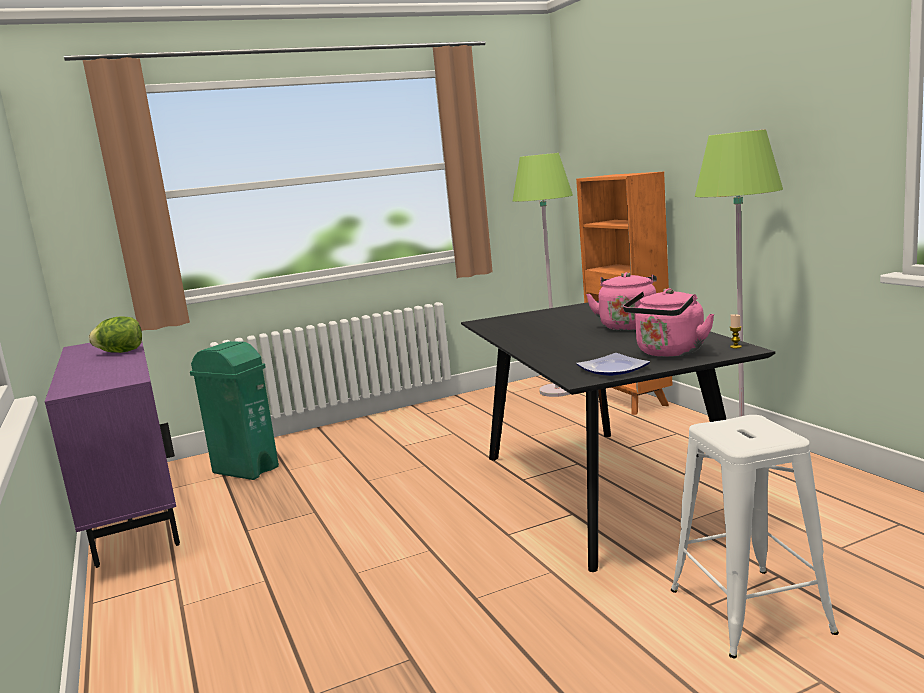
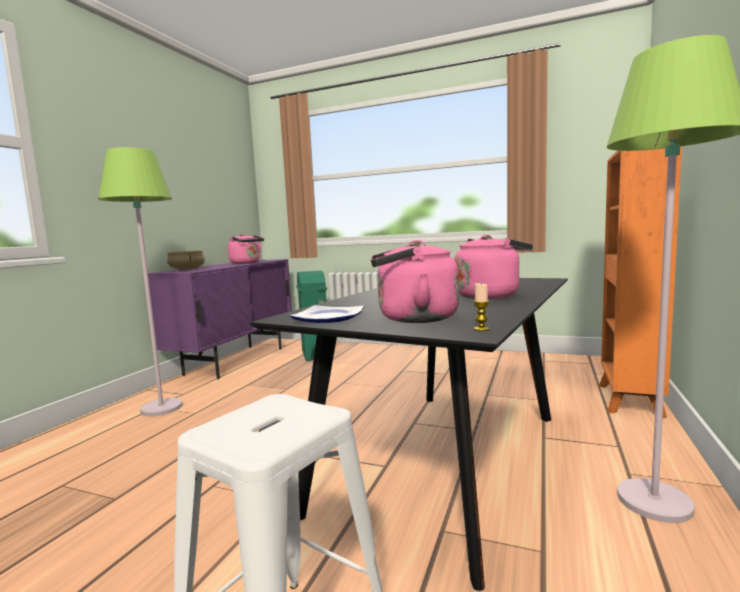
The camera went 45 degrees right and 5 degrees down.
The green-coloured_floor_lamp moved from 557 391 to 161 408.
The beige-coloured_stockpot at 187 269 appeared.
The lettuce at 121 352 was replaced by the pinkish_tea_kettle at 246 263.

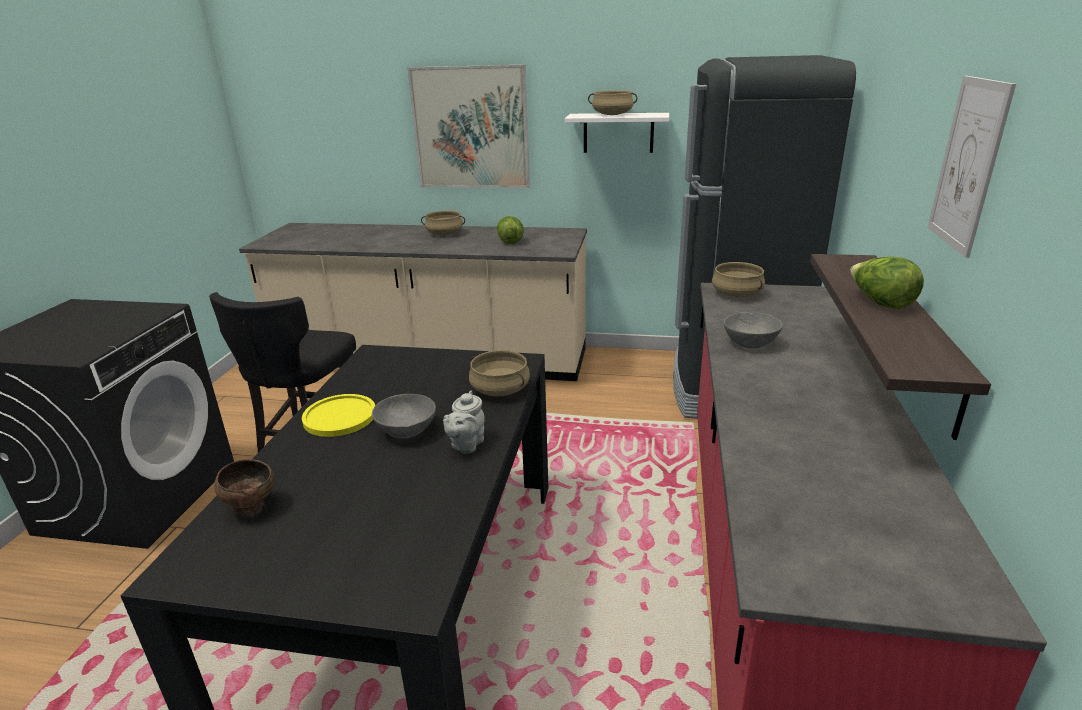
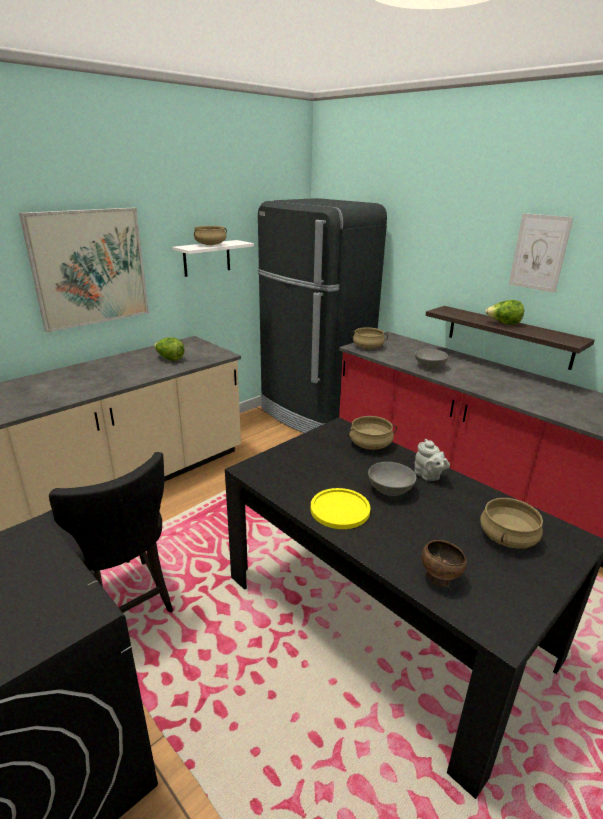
The camera went 55 degrees left and 0 degrees up.
The beige-coloured_stockpot moved from 444 234 to 508 537.

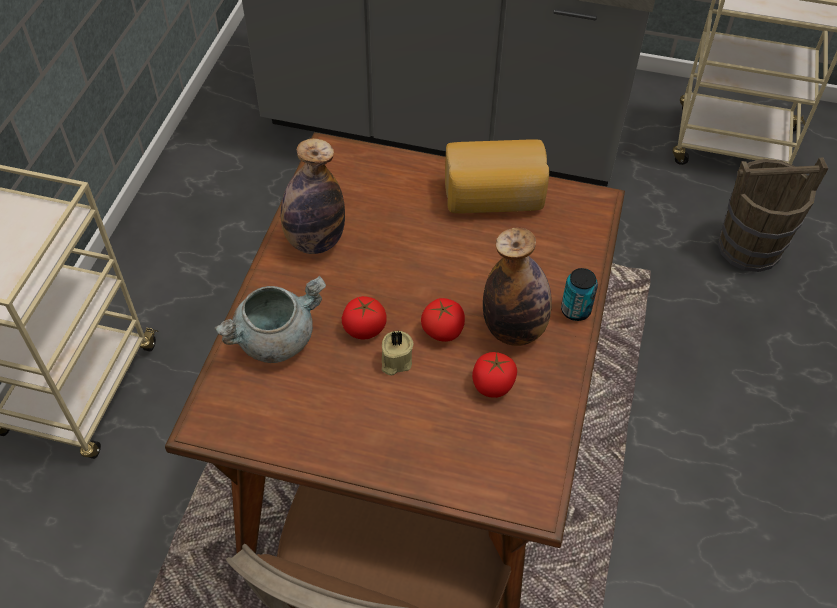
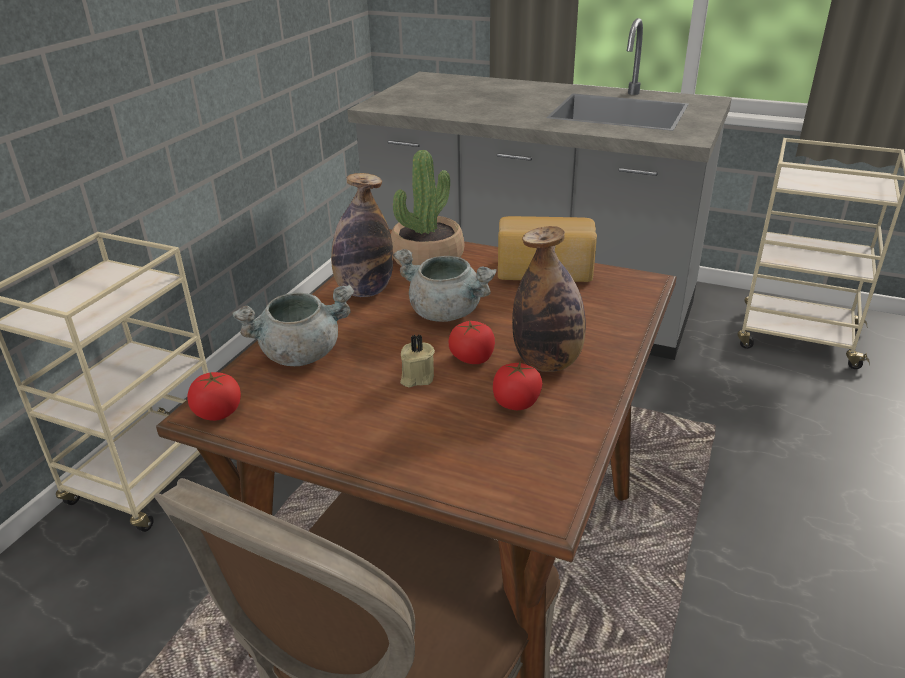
The camera went 10 degrees right and 20 degrees down.
The fresh_tomato moved from 364 328 to 218 412.
The houseplant at 427 257 appeared.
The grey_stockpot at 446 312 appeared.
The sealed_can at 575 310 disappeared.
The brown_water_bucket at 750 248 disappeared.

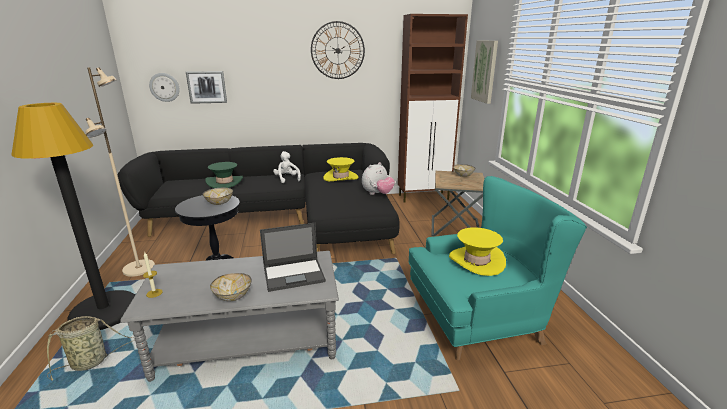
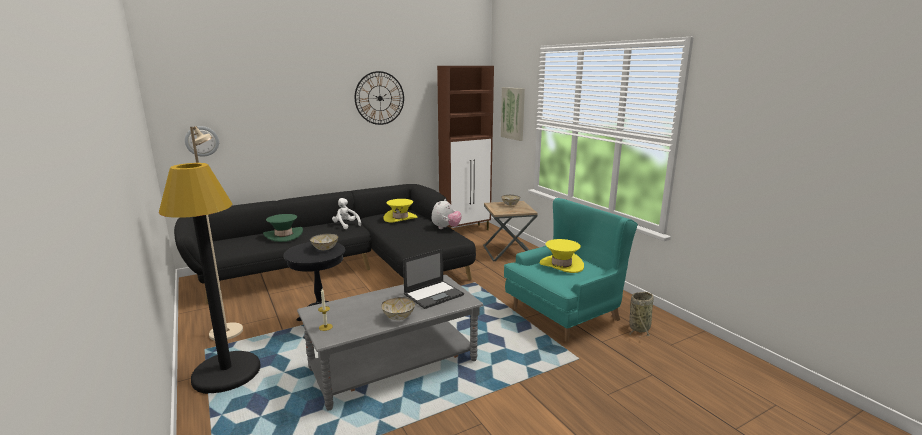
The camera went 20 degrees left and 5 degrees down.
The basket moved from 92 361 to 639 327.
The picture at 207 87 disappeared.

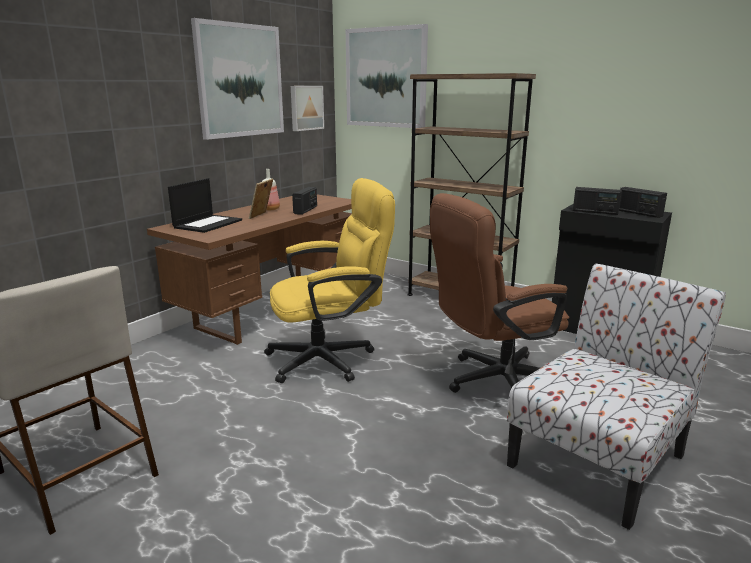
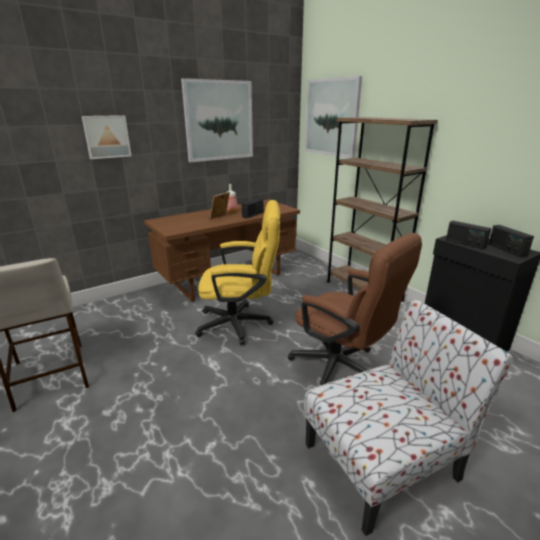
The camera went 20 degrees right and 5 degrees up.
The picture moved from 306 108 to 107 136.
The brown_office_chair at 493 382 turned 135 degrees counterclockwise.
The portable_computer at 208 224 disappeared.

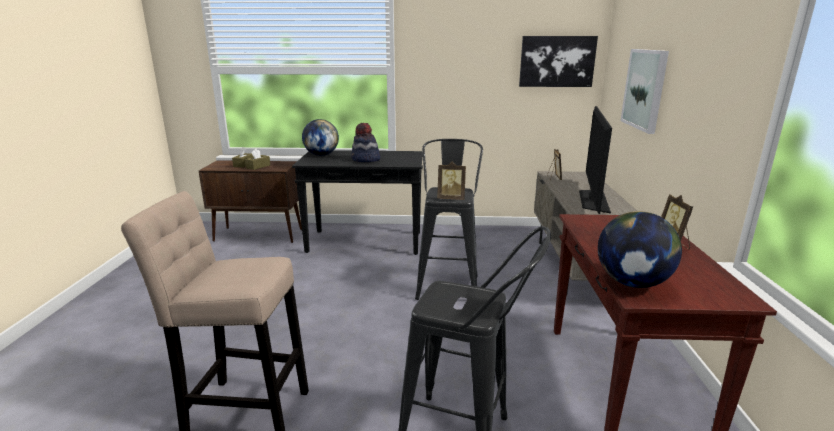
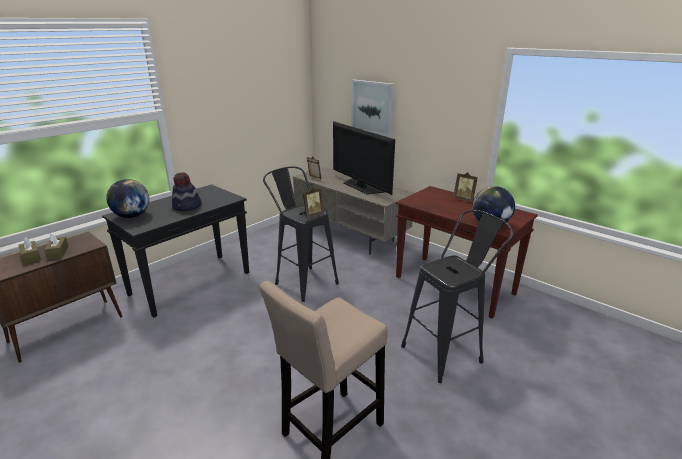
The camera went 50 degrees left and 5 degrees up.
The picture at 557 61 disappeared.

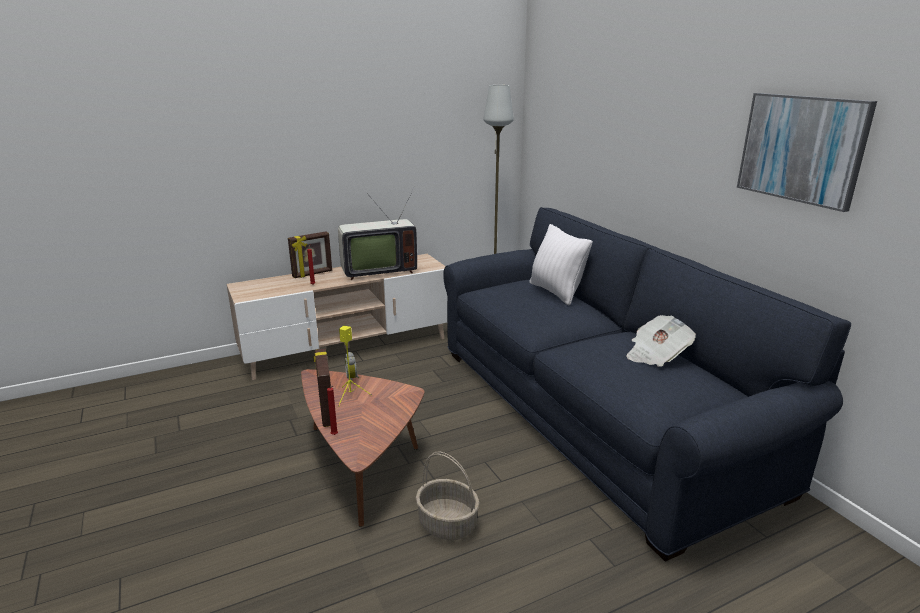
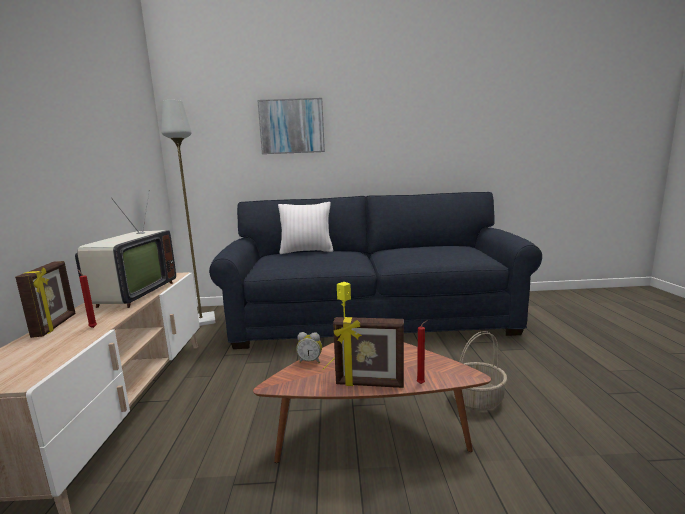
The camera went 65 degrees left and 10 degrees down.
The picture moved from 801 148 to 292 126.
The printed_paper at 656 355 disappeared.

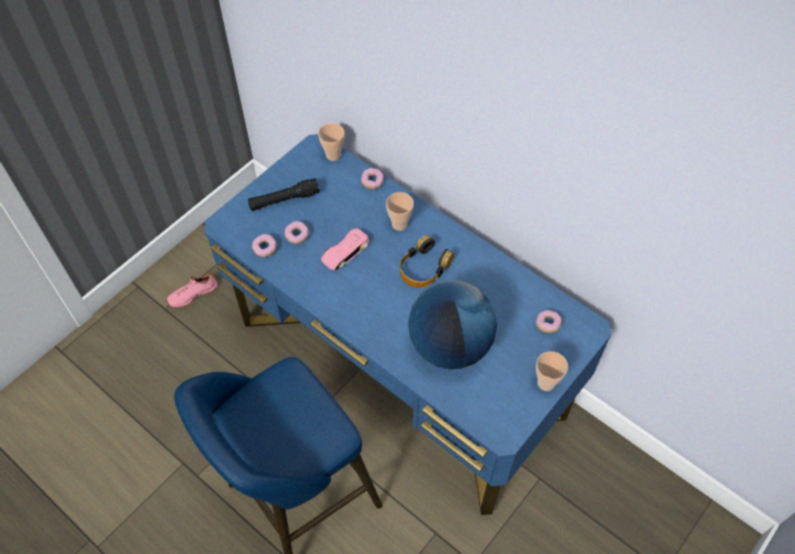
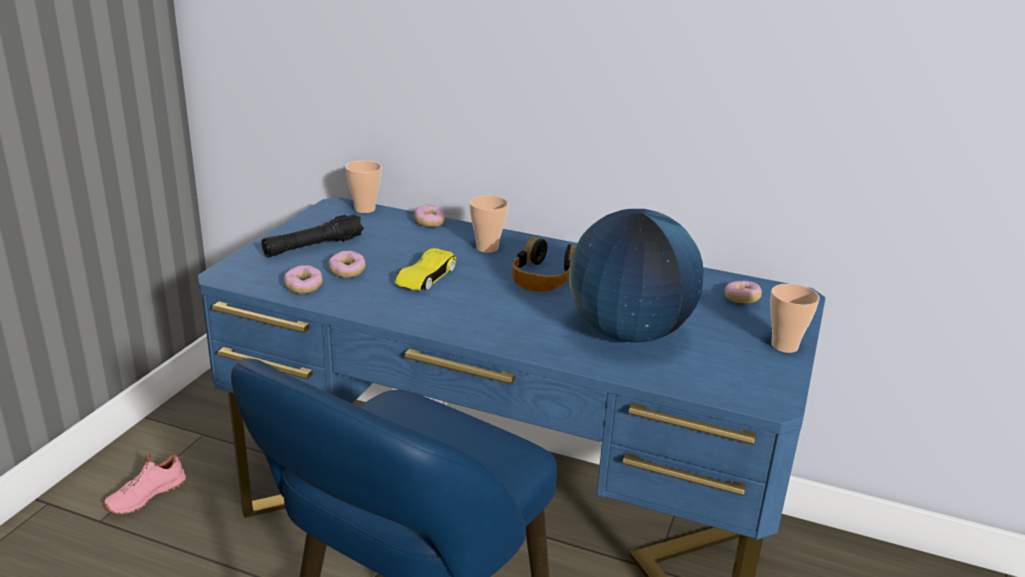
The camera went 20 degrees left and 30 degrees down.
The pinkish_model_car at 345 252 became the yellow_model_car at 425 277.

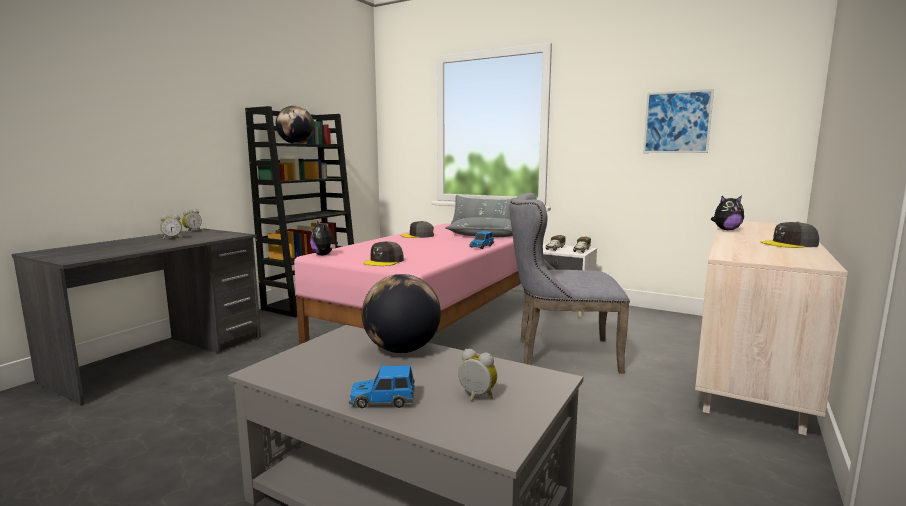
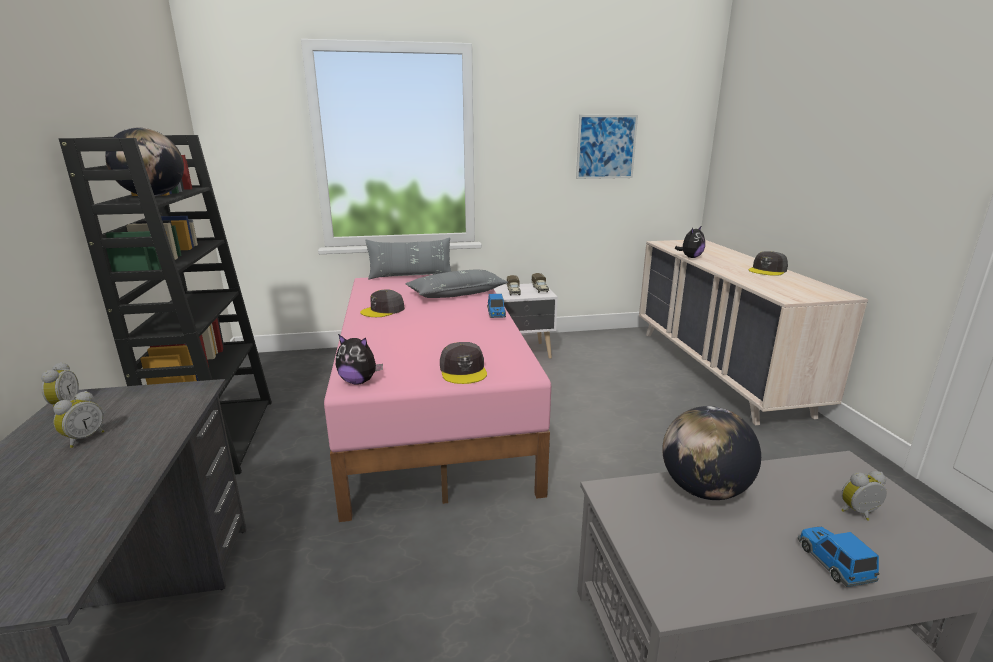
The camera went 40 degrees left and 10 degrees up.
The model_car at 382 401 turned 120 degrees clockwise.
The grey_chair at 560 353 disappeared.

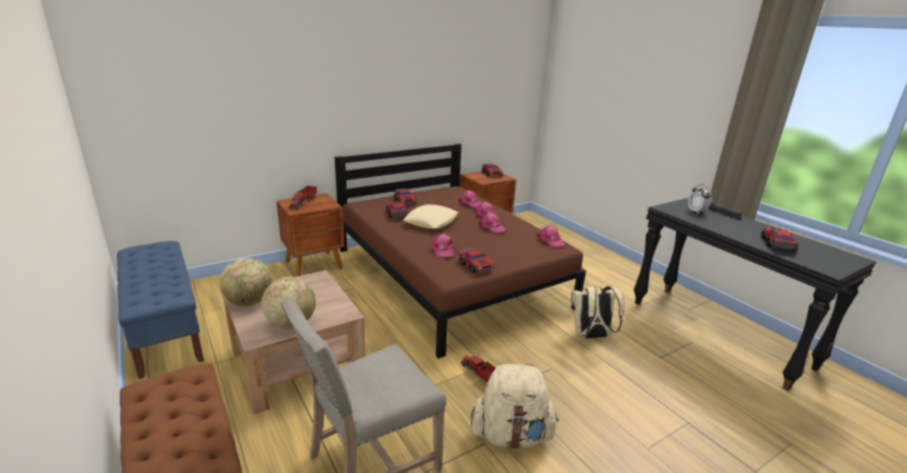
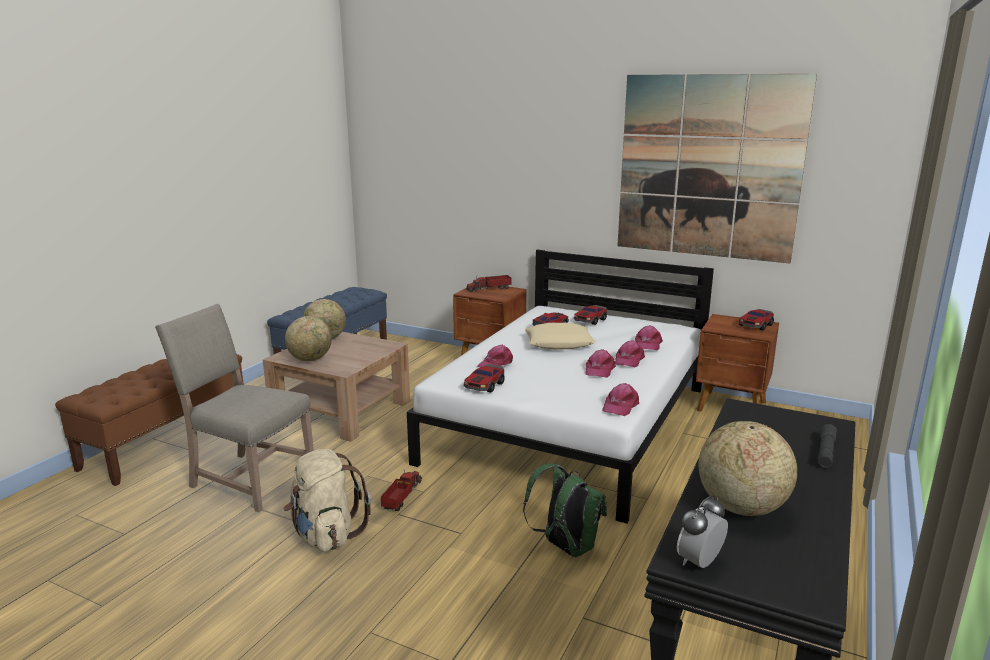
The camera went 60 degrees right and 5 degrees down.
The brown_bed at 449 276 became the white-coloured_bed at 571 424.
The beige-coloured_rucksack at 591 336 became the green-coloured_rucksack at 565 547.
The picture at 708 167 appeared.
The bedside_clock moved from 696 212 to 699 562.
The model_car at 777 244 was replaced by the world_globe at 740 507.

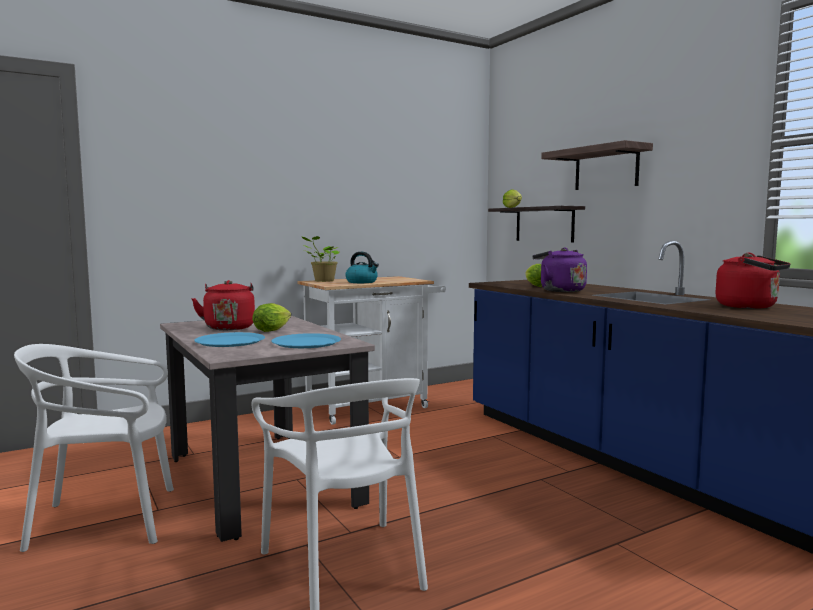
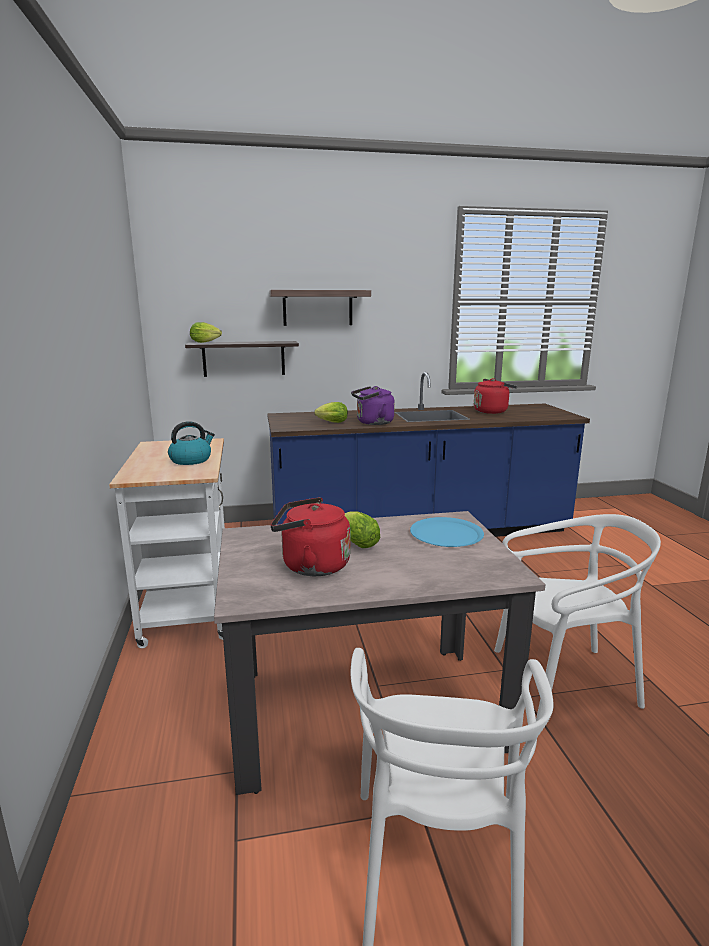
The camera went 70 degrees left and 10 degrees up.
The bluish_plate at 230 341 disappeared.
The houseplant at 322 281 disappeared.

